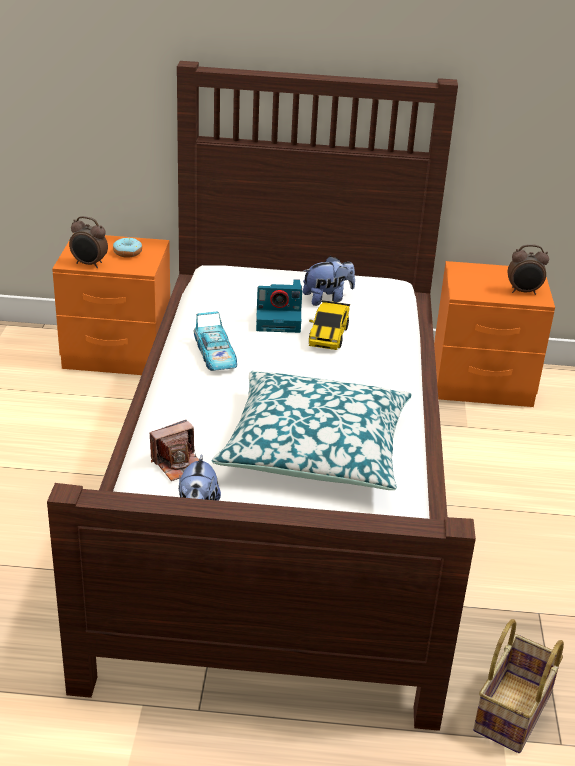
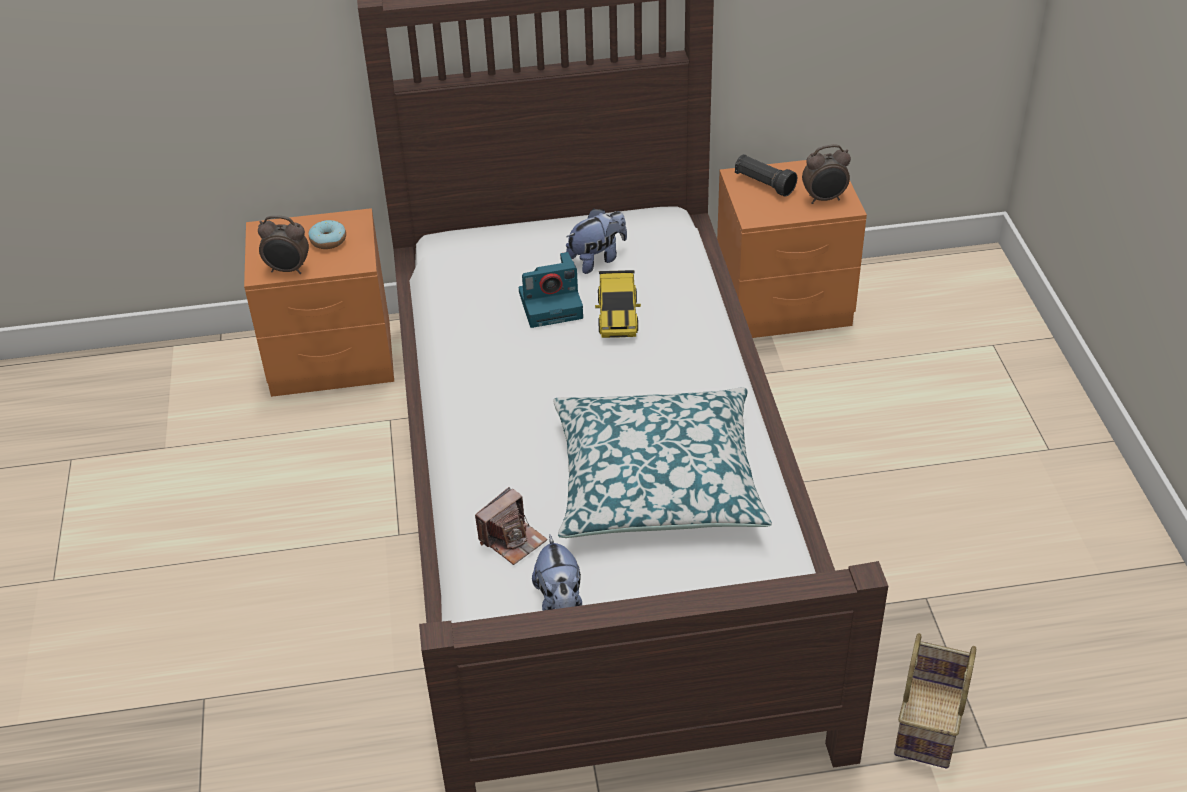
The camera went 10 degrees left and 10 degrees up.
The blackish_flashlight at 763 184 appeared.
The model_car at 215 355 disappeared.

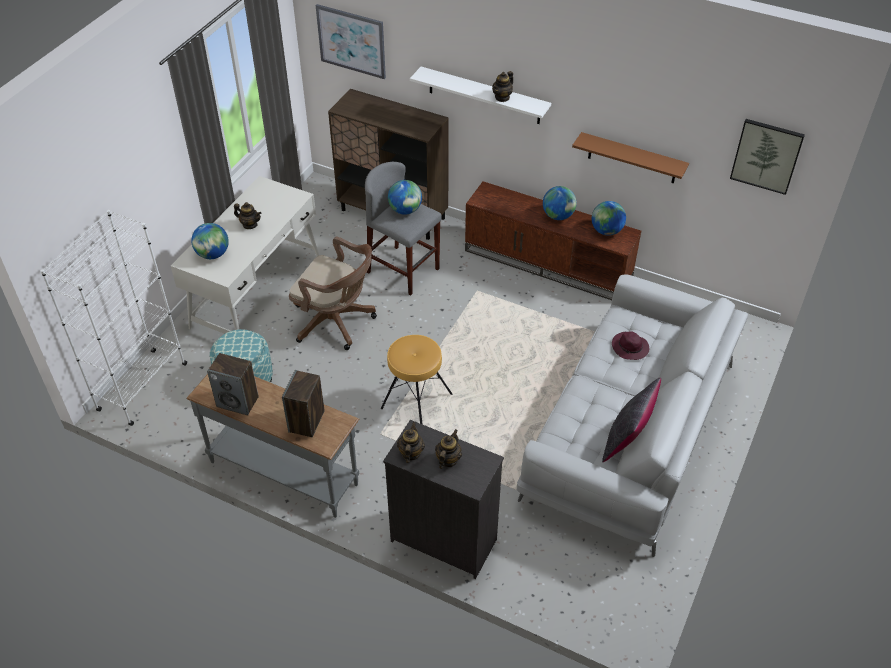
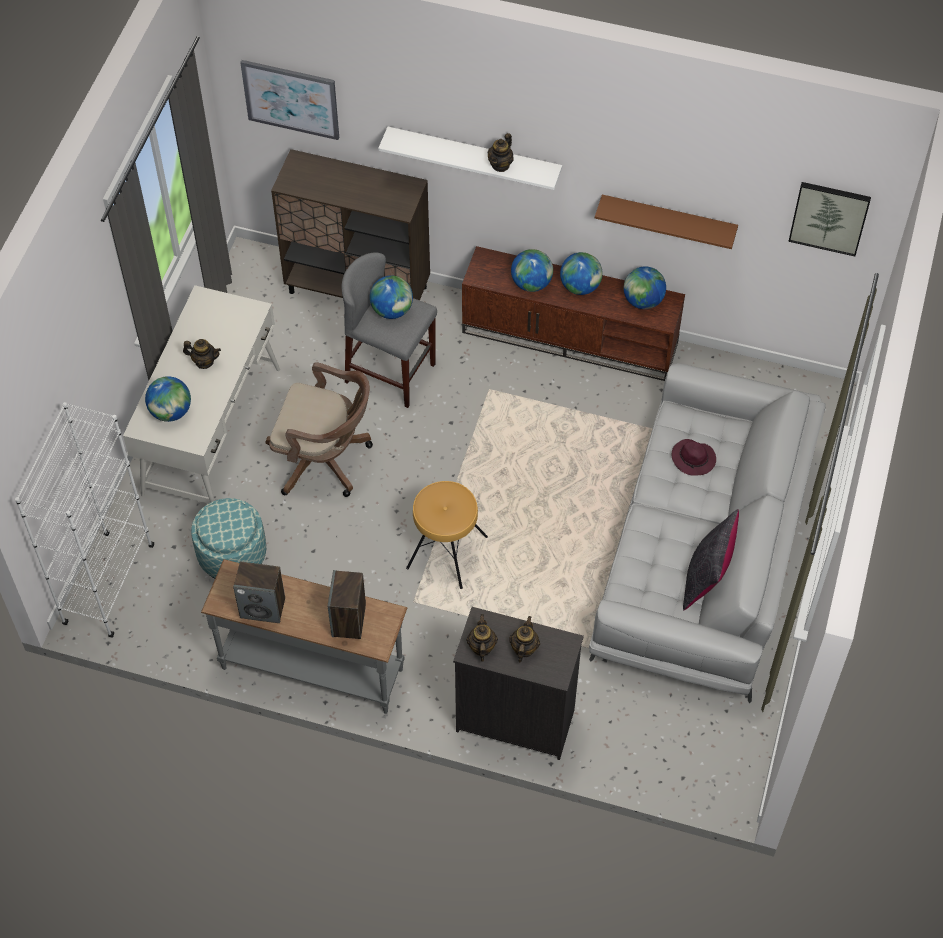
The camera went 10 degrees left and 10 degrees up.
The world_globe at 531 283 appeared.

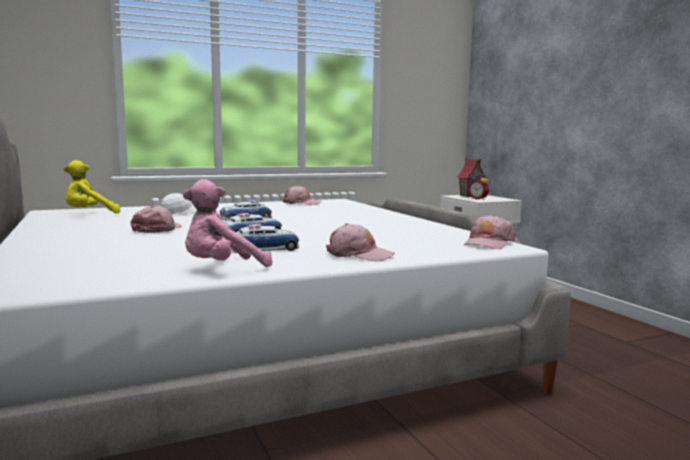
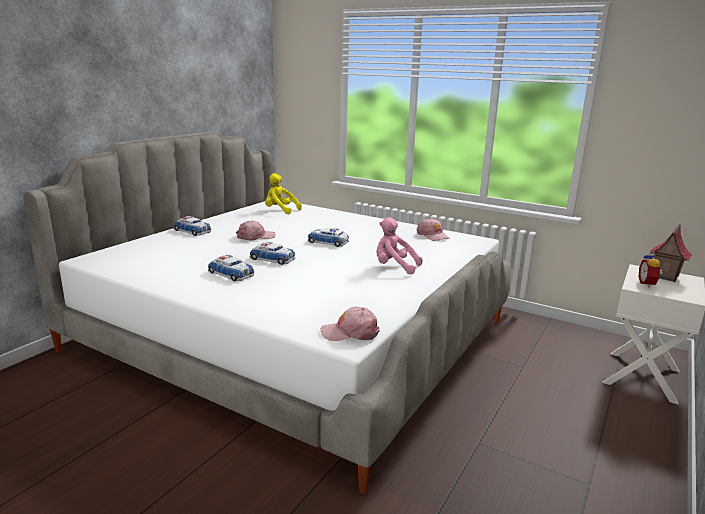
The camera went 55 degrees right and 10 degrees up.
The model_car at 192 231 appeared.
The pinkish_cuddly_toy moved from 222 268 to 394 267.
The white-coloured_baseball_cap at 182 213 disappeared.
The pinkish_baseball_cap at 359 255 disappeared.

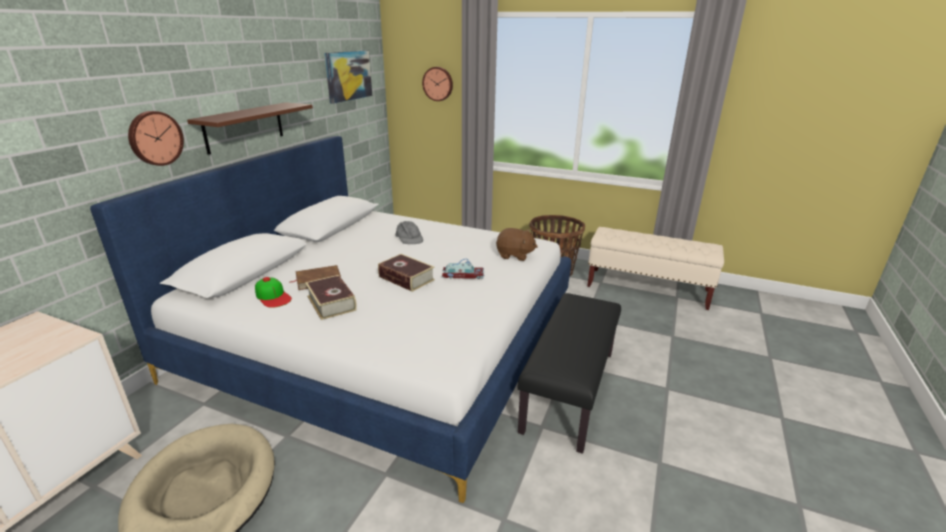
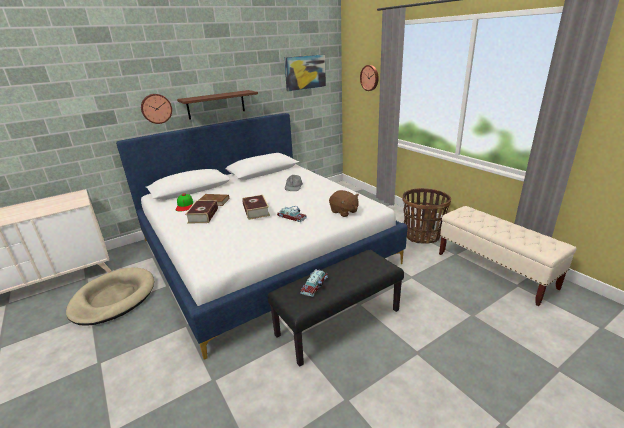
The camera went 35 degrees right and 0 degrees up.
The model_car at 315 285 appeared.

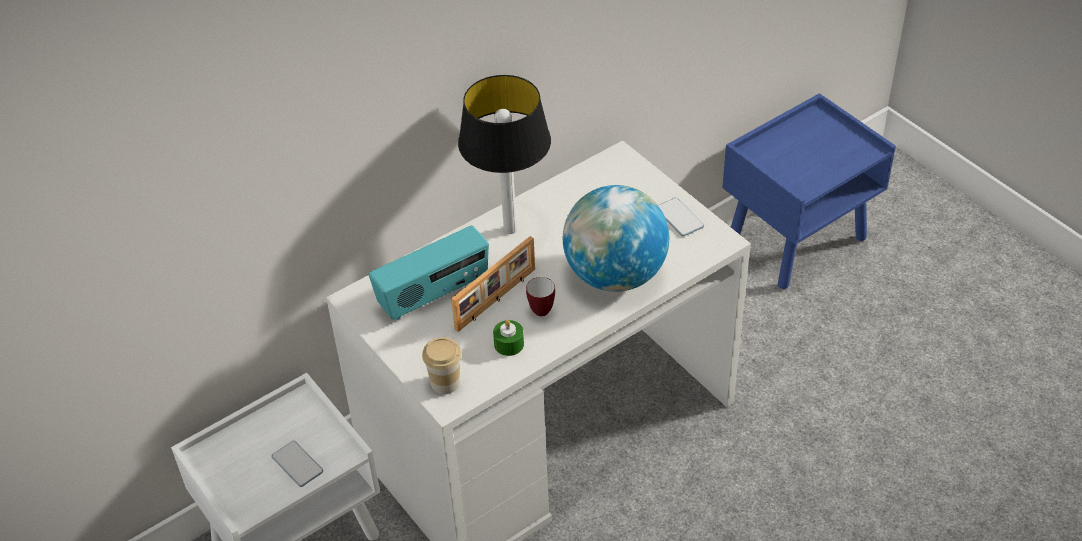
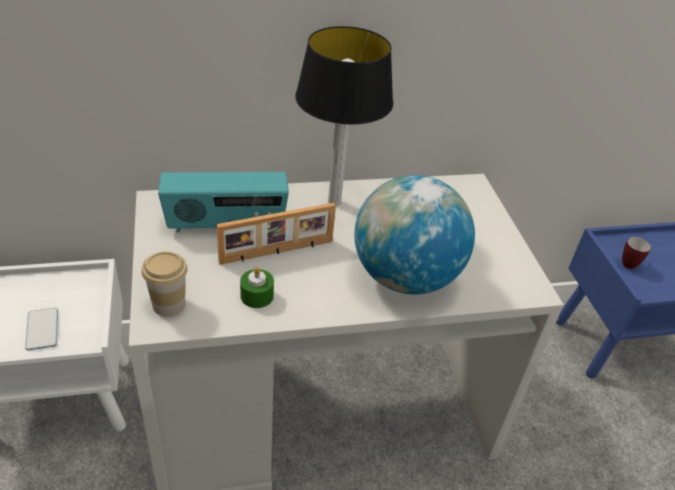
The camera went 20 degrees right and 5 degrees down.
The tea_mug moved from 542 308 to 629 263.
The handset at 679 218 disappeared.

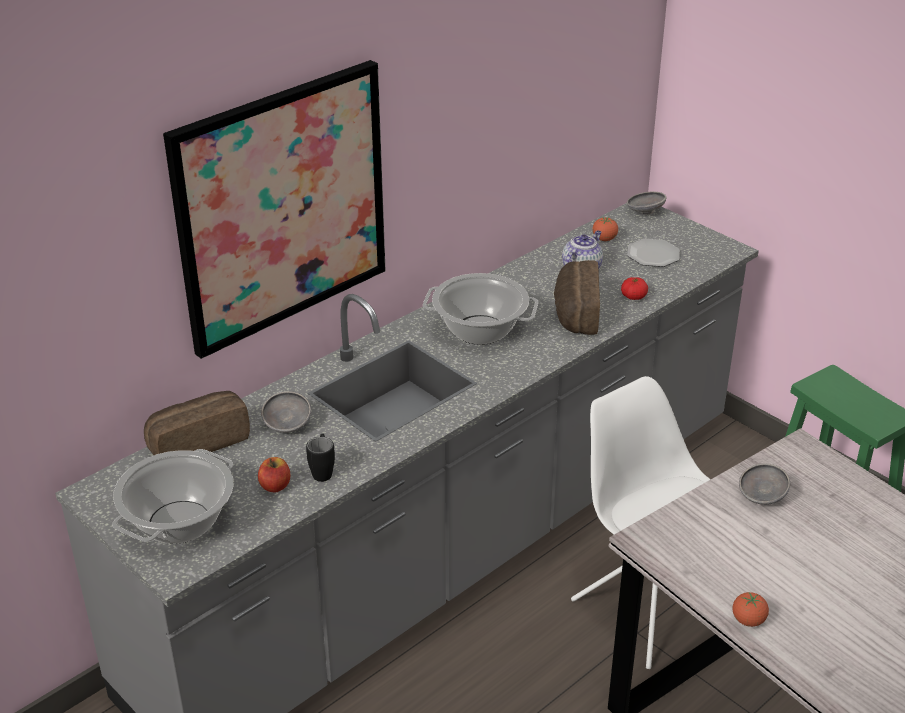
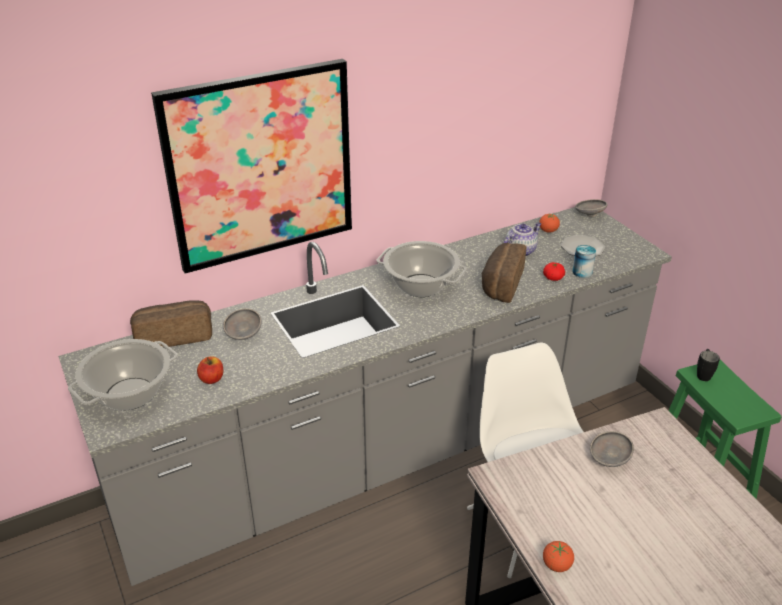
The camera went 15 degrees right and 0 degrees up.
The sealed_can at 582 272 appeared.
The blackish_tea_mug moved from 322 471 to 703 374.

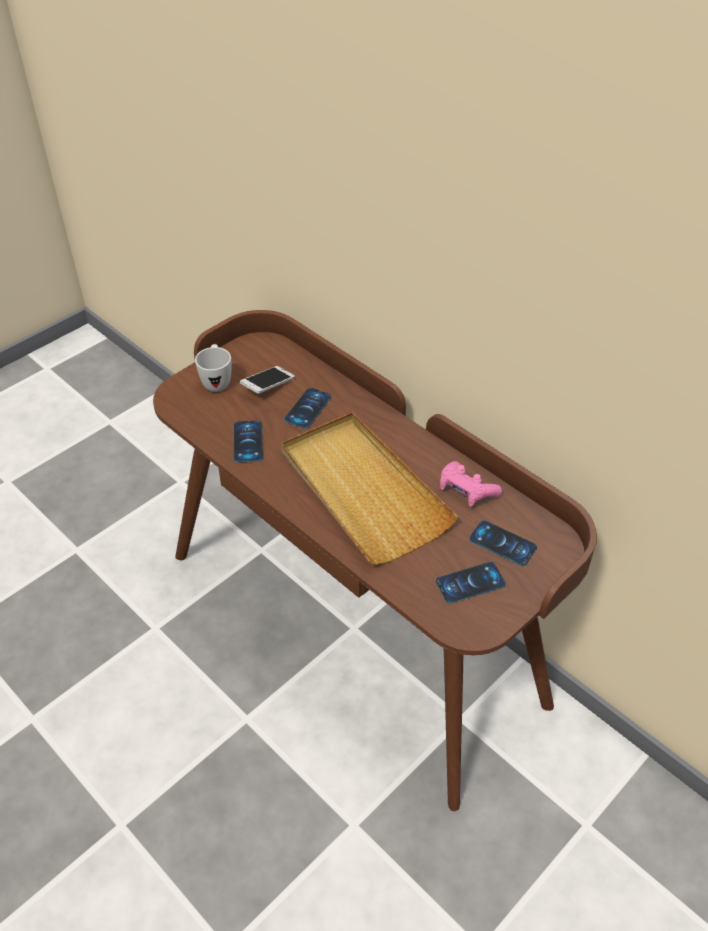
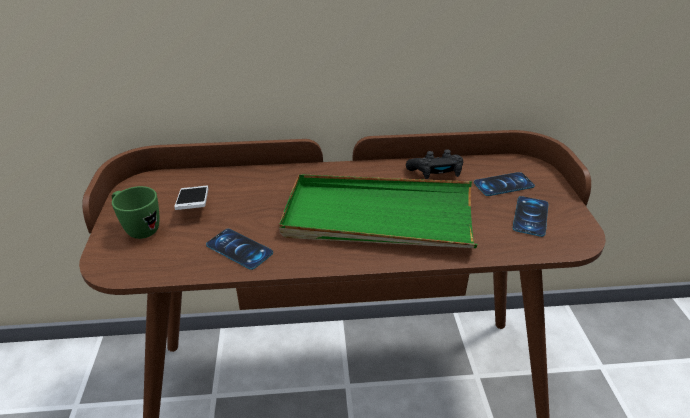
The camera went 50 degrees left and 10 degrees down.
The white-coloured_tea_mug at 217 381 became the green-coloured_tea_mug at 138 229.
The beige-coloured_carrying_tray at 362 490 became the green-coloured_carrying_tray at 378 217.
The pinkish_game_controller at 466 491 became the blackish_game_controller at 436 174.
The handset at 308 408 disappeared.

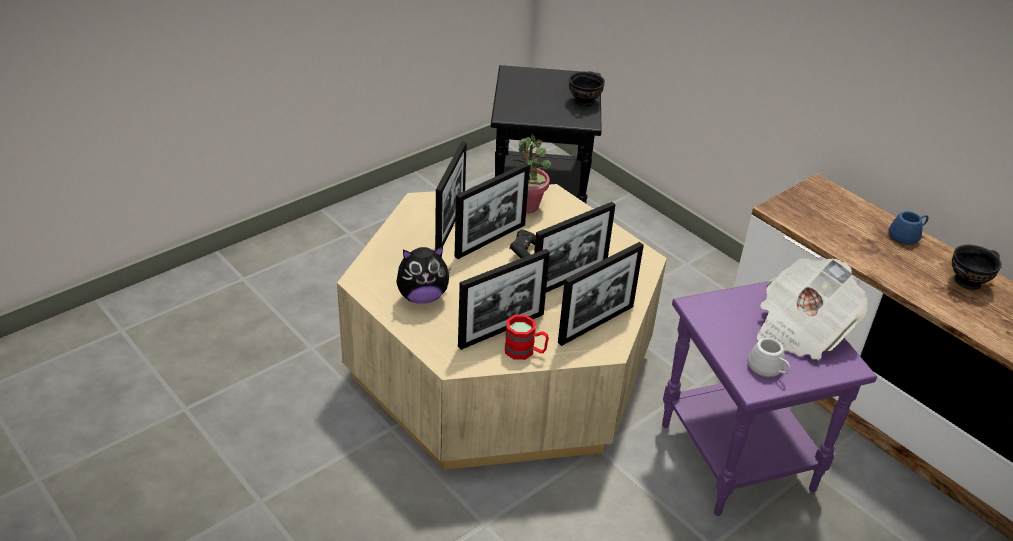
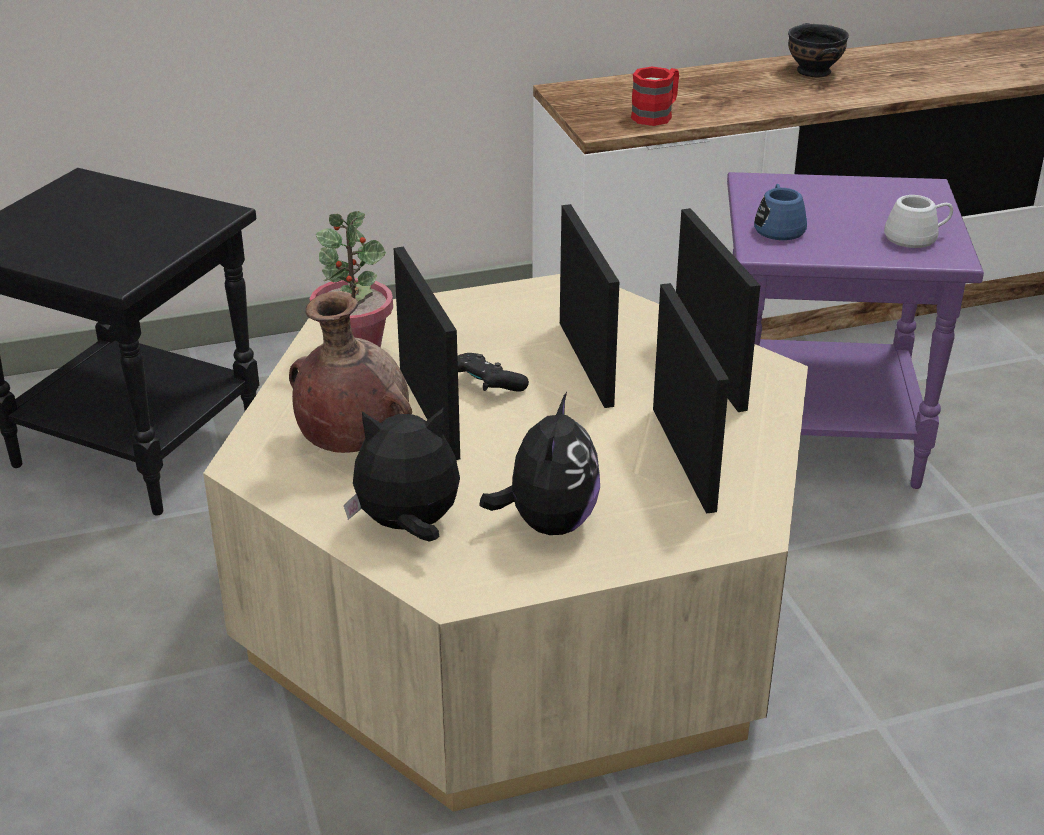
The camera went 65 degrees left and 5 degrees down.
The standing_frame at 450 225 was replaced by the brown_decorative_vase at 352 445.
The cuddly_toy at 408 527 appeared.
The red_tea_mug moved from 525 351 to 657 115.
The bluish_tea_mug moved from 907 235 to 778 227.
The blackish_serving_bowl at 583 101 disappeared.
The printed_paper at 801 329 disappeared.

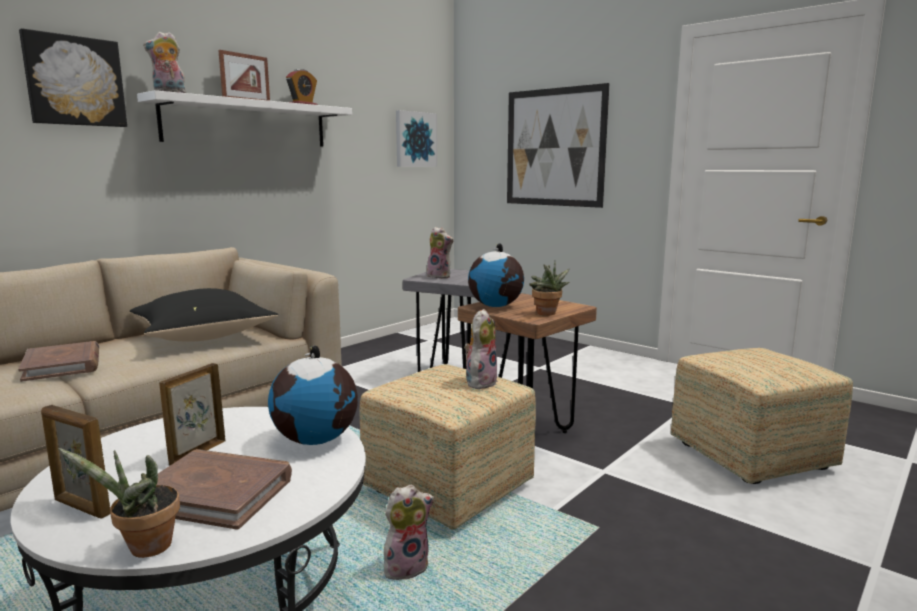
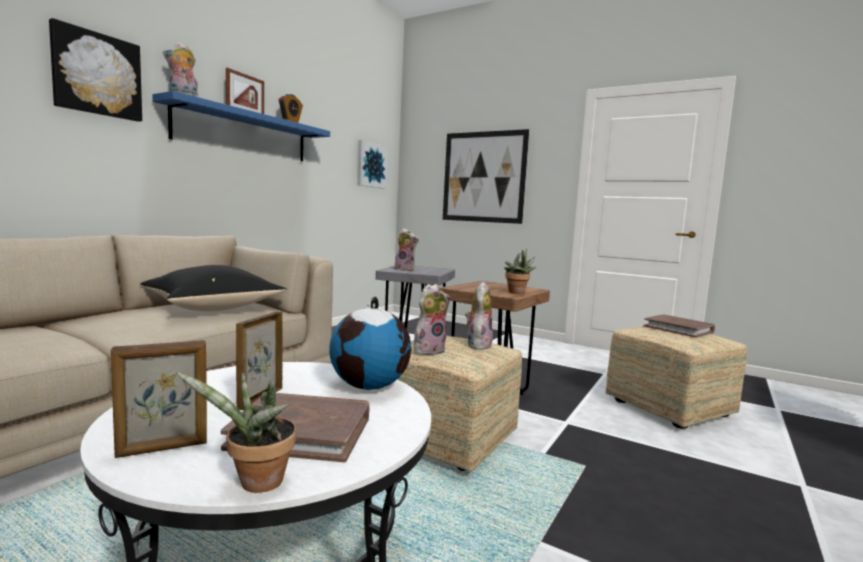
The camera went 10 degrees left and 5 degrees down.
The standing_frame at 81 507 turned 45 degrees counterclockwise.
The white-coloured_shelf at 248 123 became the bluish_shelf at 244 134.
The cuddly_toy moved from 406 567 to 429 350.
The brown_volume moved from 63 365 to 678 329.
The world_globe at 496 306 disappeared.

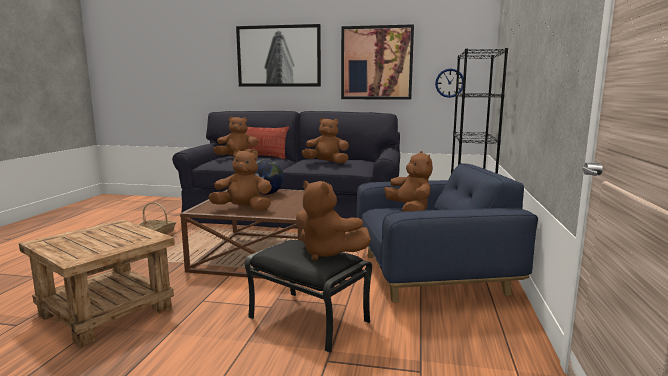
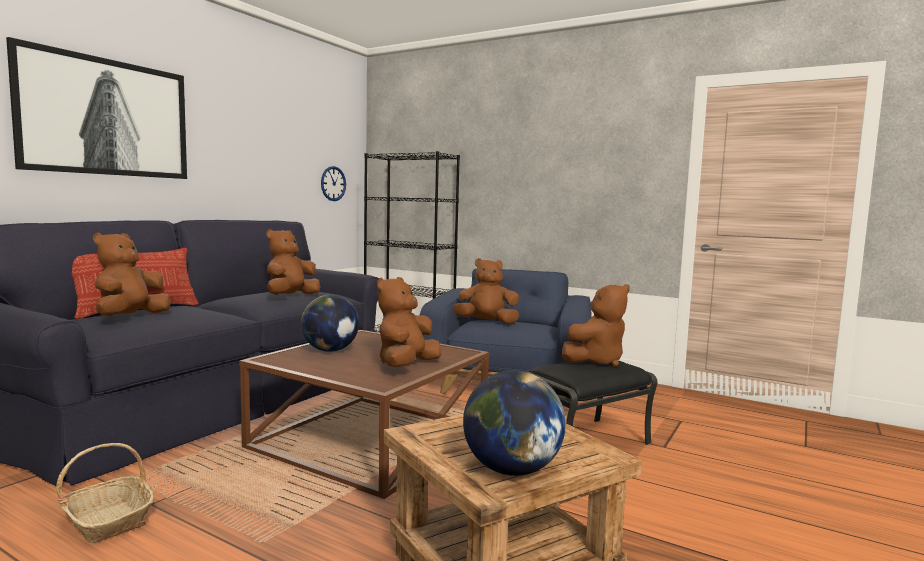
The camera went 70 degrees left and 5 degrees down.
The world_globe at 511 470 appeared.
The picture at 376 63 disappeared.

